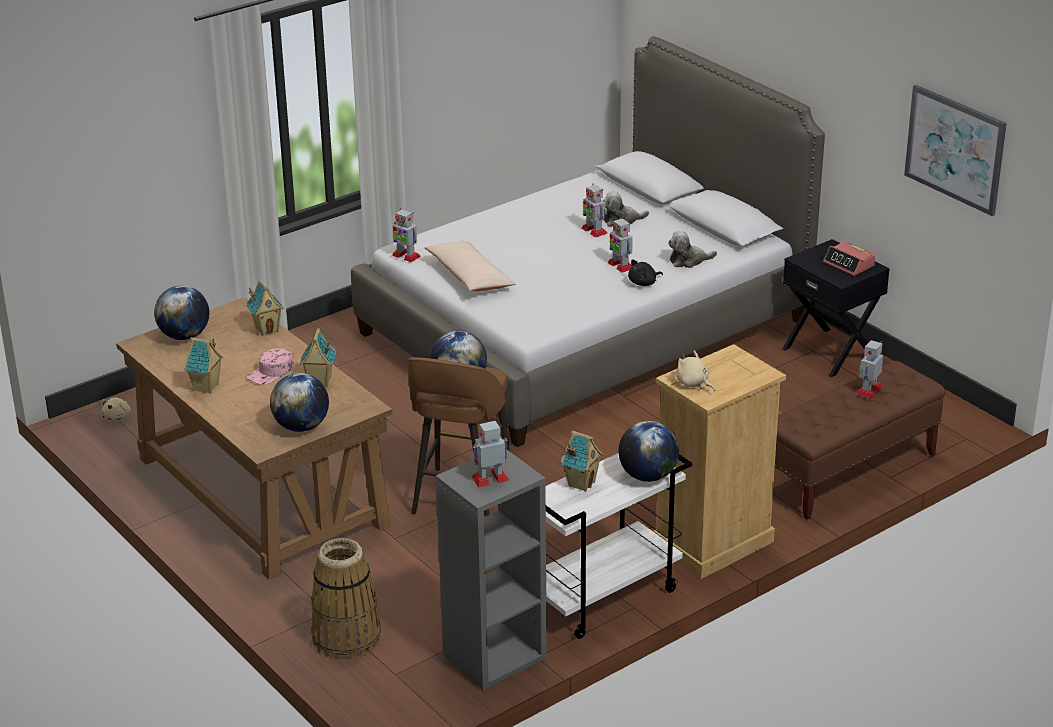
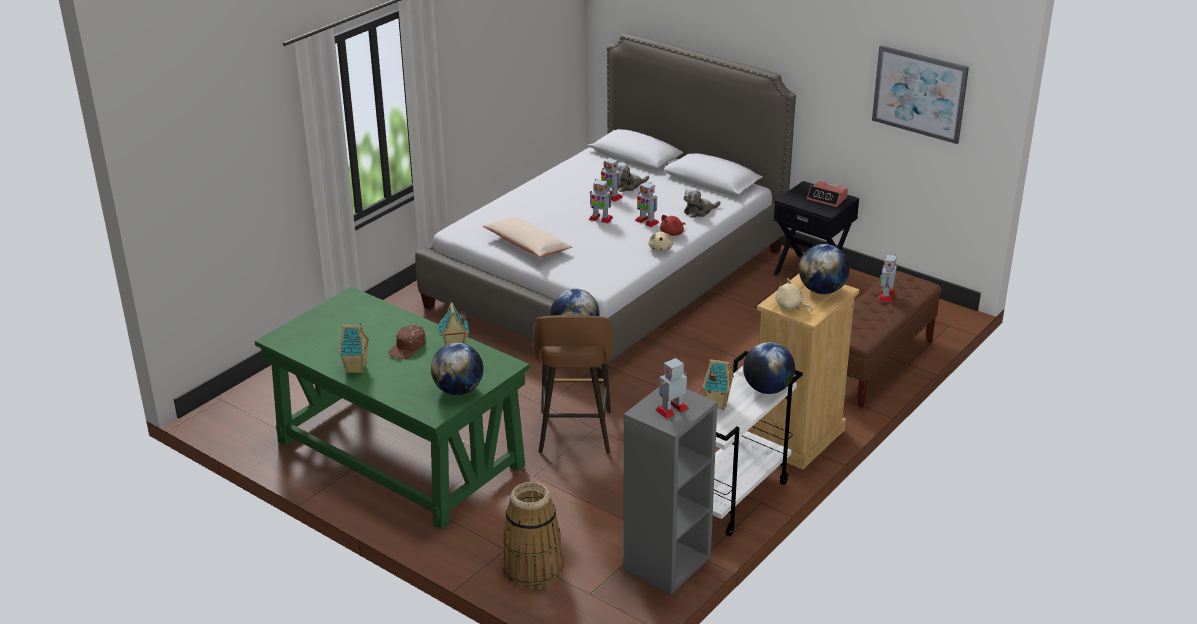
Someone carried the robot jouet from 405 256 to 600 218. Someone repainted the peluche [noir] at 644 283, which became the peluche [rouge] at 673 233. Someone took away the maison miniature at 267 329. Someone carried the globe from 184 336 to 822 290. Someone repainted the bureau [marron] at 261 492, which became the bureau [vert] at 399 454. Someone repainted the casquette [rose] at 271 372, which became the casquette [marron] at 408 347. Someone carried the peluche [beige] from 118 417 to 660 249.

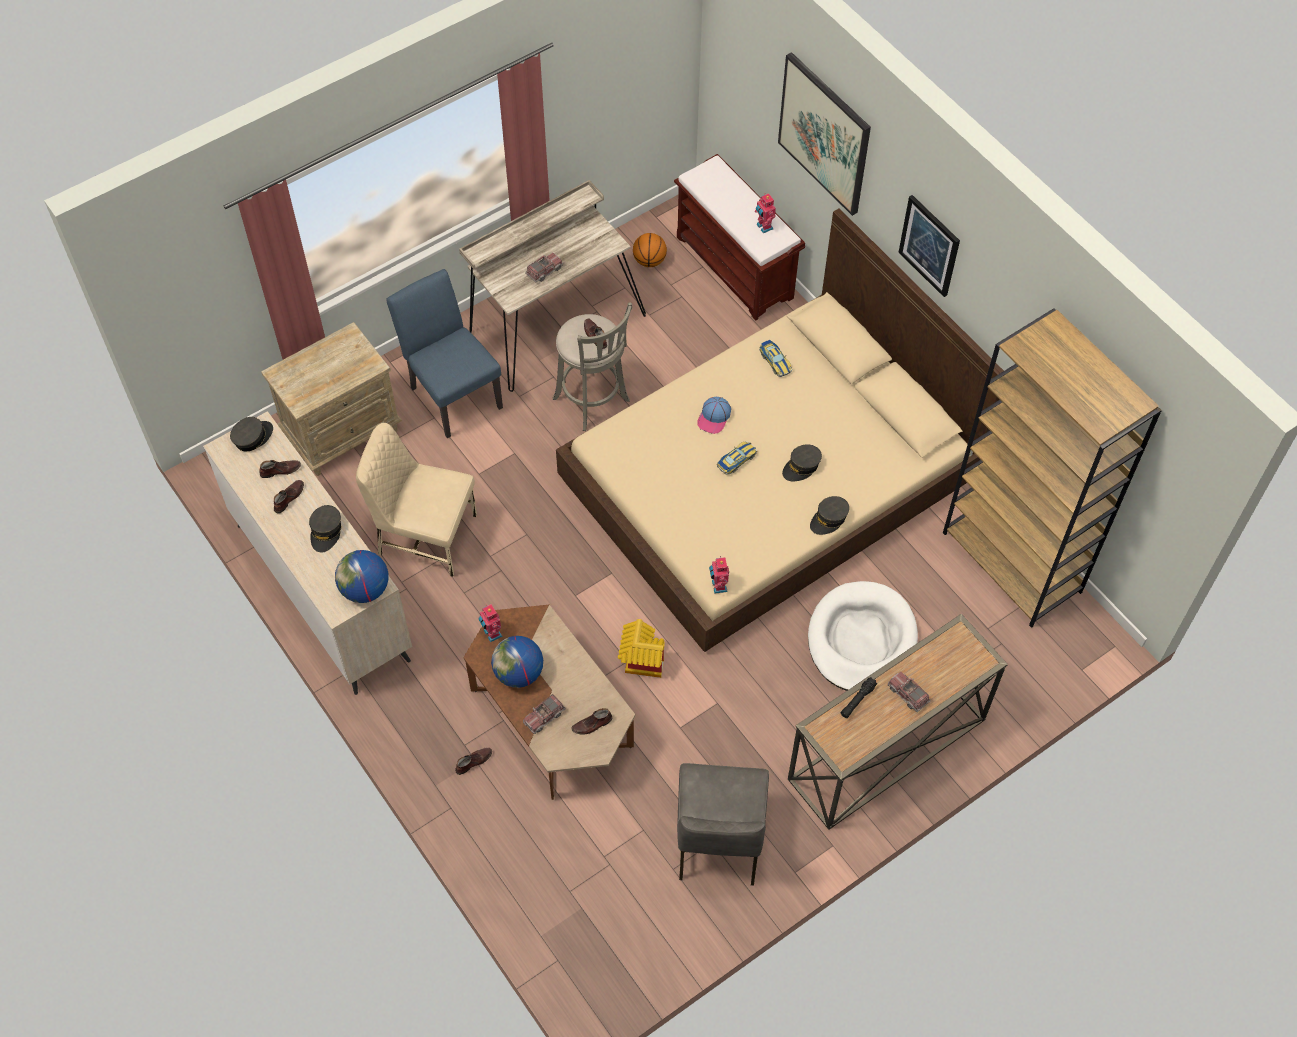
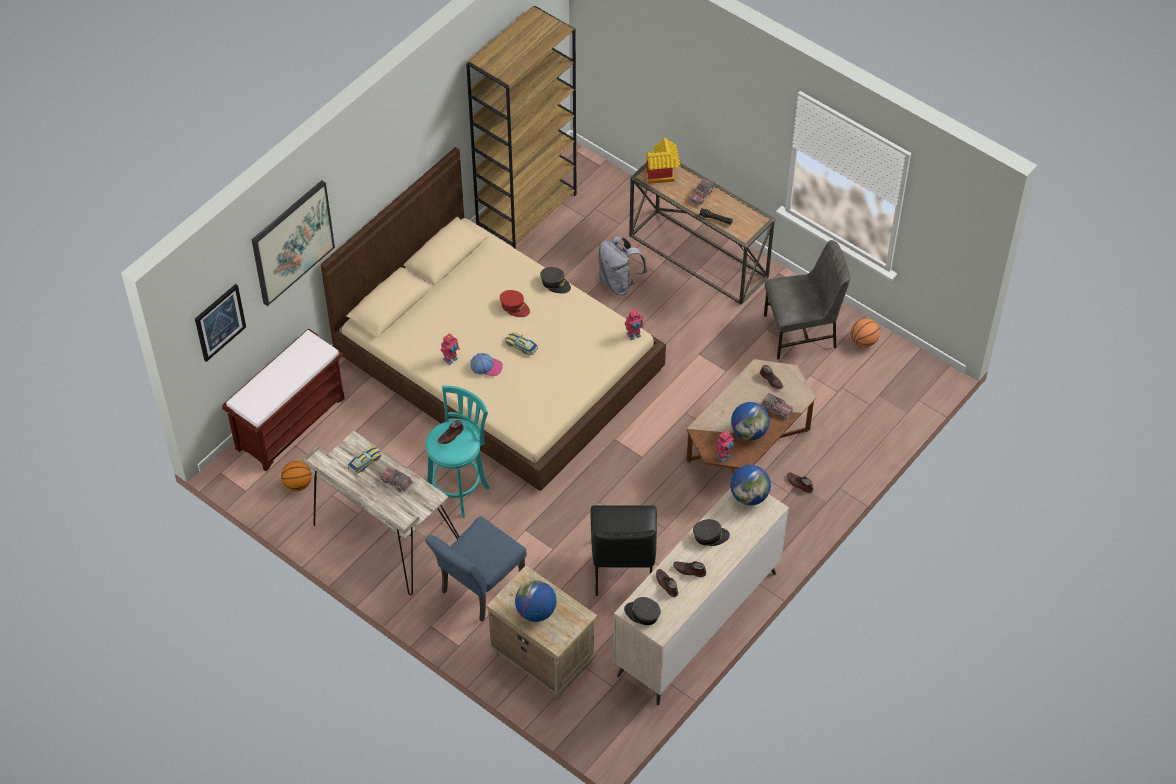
Someone carried the robot jouet from 763 227 to 451 359. Someone carried the tableau from 929 245 to 219 322. Someone repainted the tabouret [gris] at 593 402, which became the tabouret [turquoise] at 459 488. Someone carried the petite voiture from 775 361 to 365 462. Someone repainted the chaise [beige] at 425 535, which became the chaise [noir] at 622 568. Someone repainted the casquette [gris] at 801 467, which became the casquette [rouge] at 514 307. Someone swapped the panier pour chien [blanc] at 861 640 for the sac à dos [gris] at 619 283. Someone carried the maison miniature from 639 661 to 662 175. Someone put down the ballon de basket at 863 341. Someone put down the globe at 535 611.

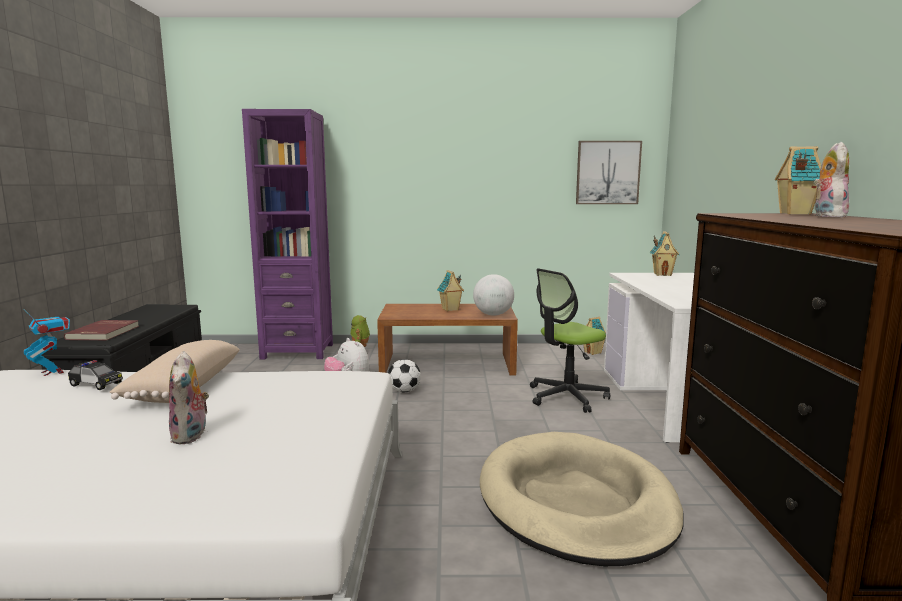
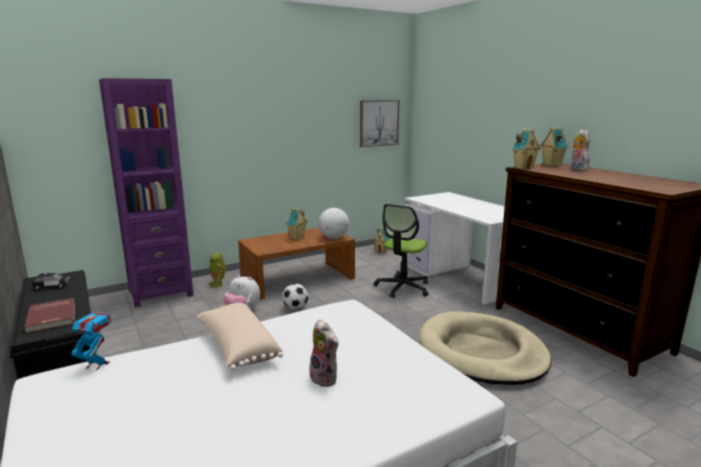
Someone carried the maison miniature from 662 274 to 523 167. Someone carried the petite voiture from 96 384 to 51 286.

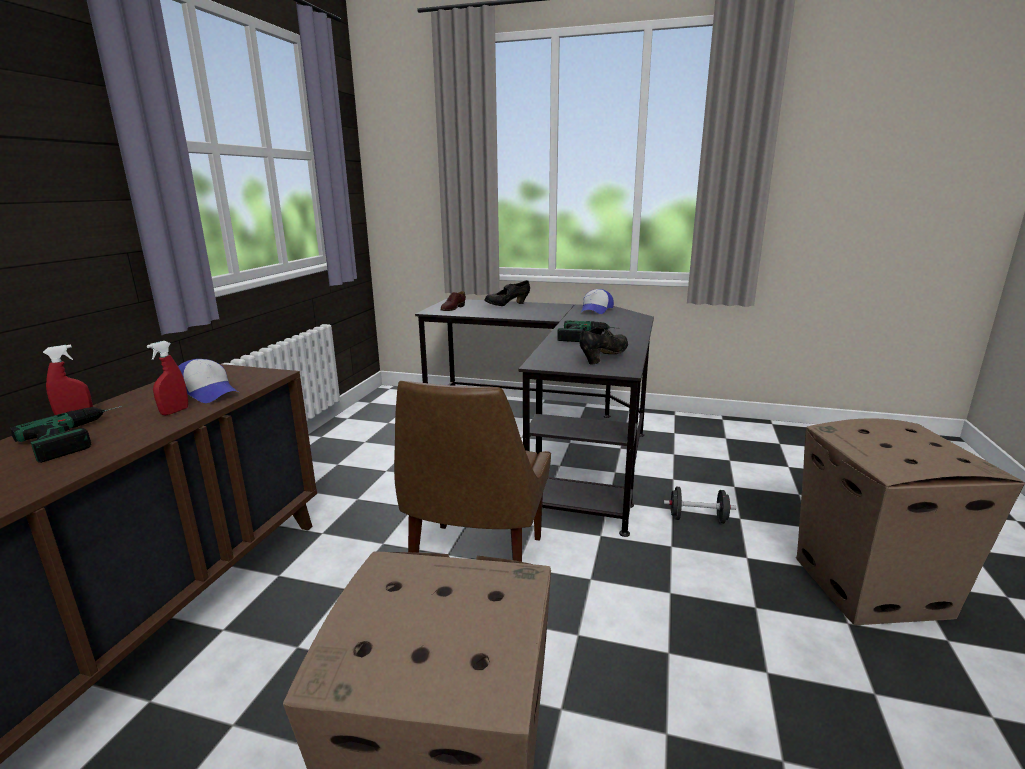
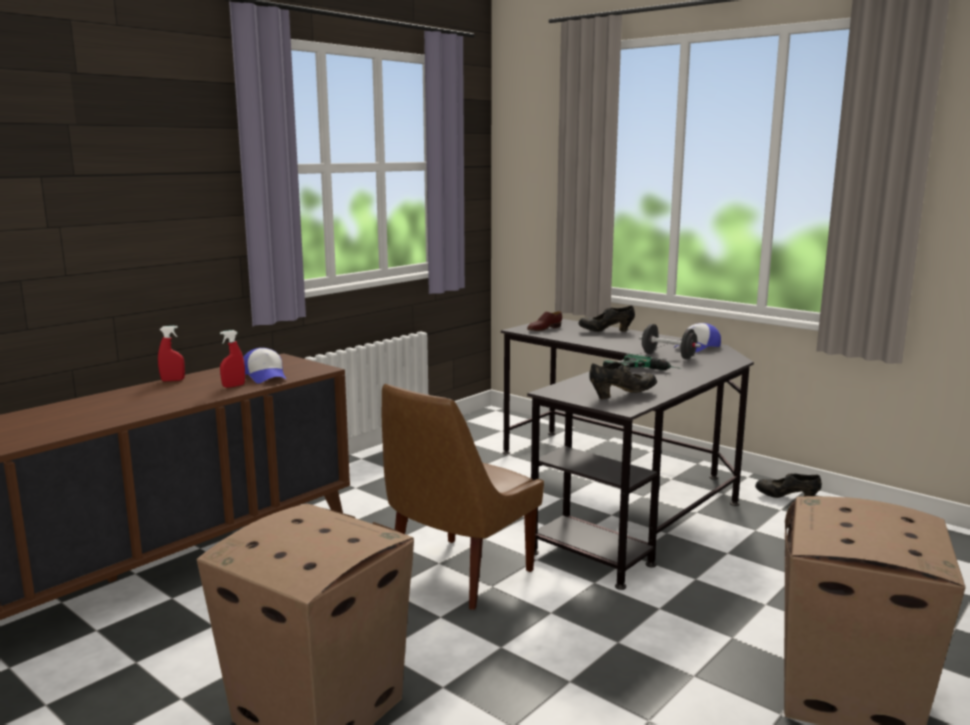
Someone took away the perceuse at 82 435. Someone carried the haltère [noir] from 697 519 to 668 356. Someone put down the chaussure [noir] at 786 498.

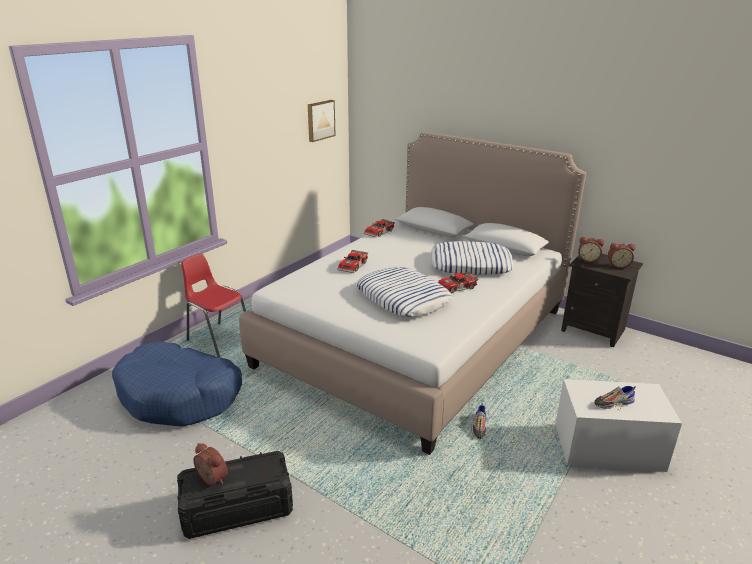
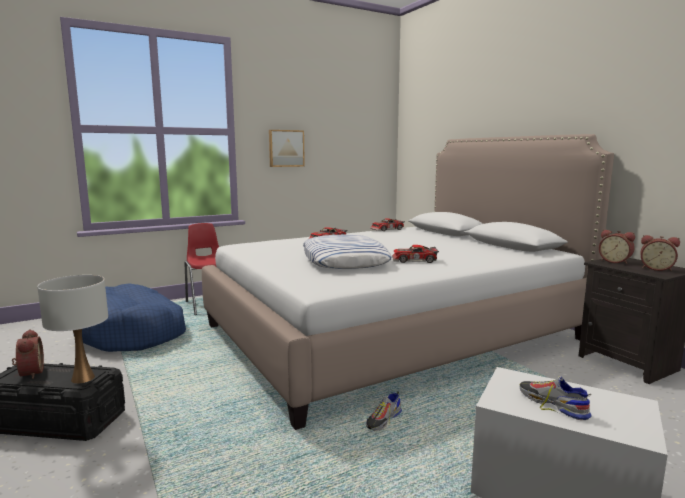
Someone carried the tableau from 320 120 to 286 148. Someone took away the coussin at 471 264. Someone rotated the chaussure at 613 403 by 45 degrees clockwise. Someone put down the lampe de table [blanc] at 83 378.

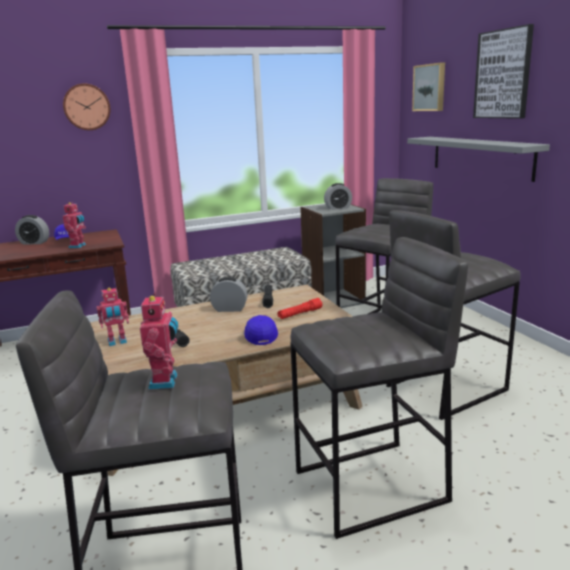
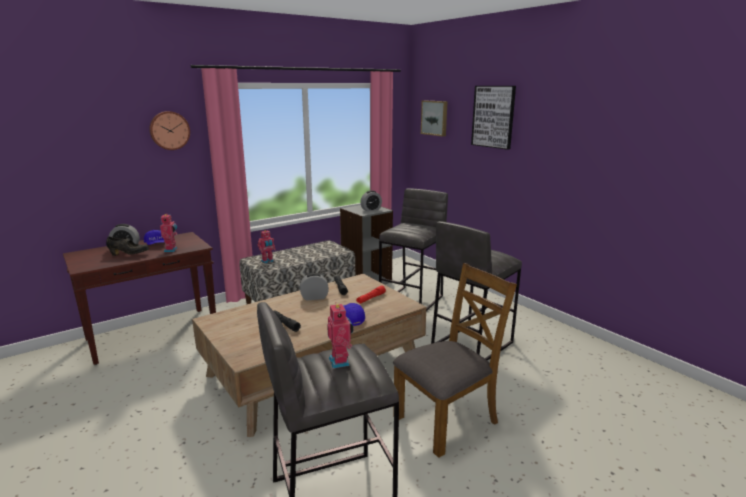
Someone took away the étagère [gris] at 480 157. Someone swapped the tabouret [gris] at 372 486 for the chaise [marron] at 447 419. Someone carried the robot jouet from 117 342 to 267 261. Someone put down the chaussure [noir] at 129 255.

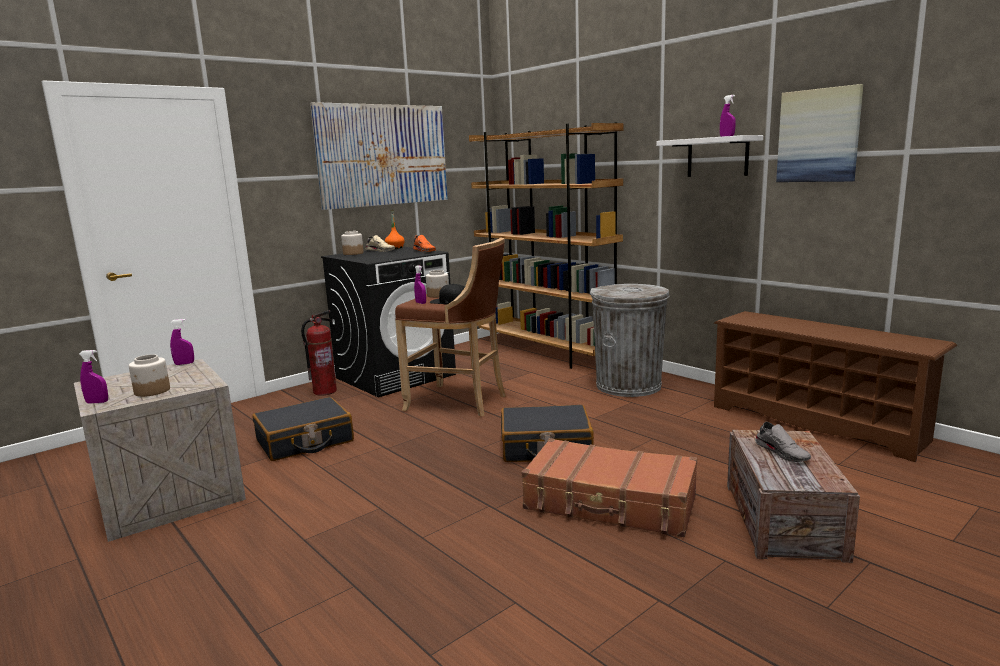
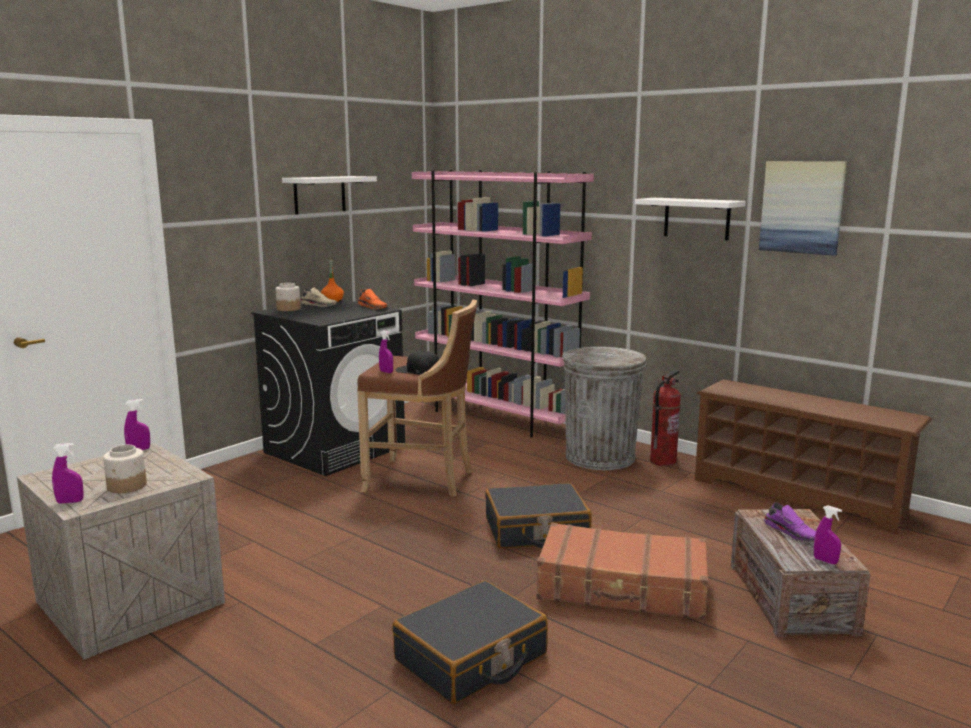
Someone carried the vaporisateur [violet] from 727 136 to 825 561. Someone swapped the tableau at 383 155 for the étagère [blanc] at 319 194. Someone repainted the bibliothèque [marron] at 546 352, which became the bibliothèque [rose] at 497 417. Someone took away the bocal at 438 295. Someone carried the extincteur from 325 391 to 663 461. Someone carried the valise [noir] from 305 441 to 471 658. Someone repainted the chaussure [gris] at 783 452, which became the chaussure [violet] at 792 532.

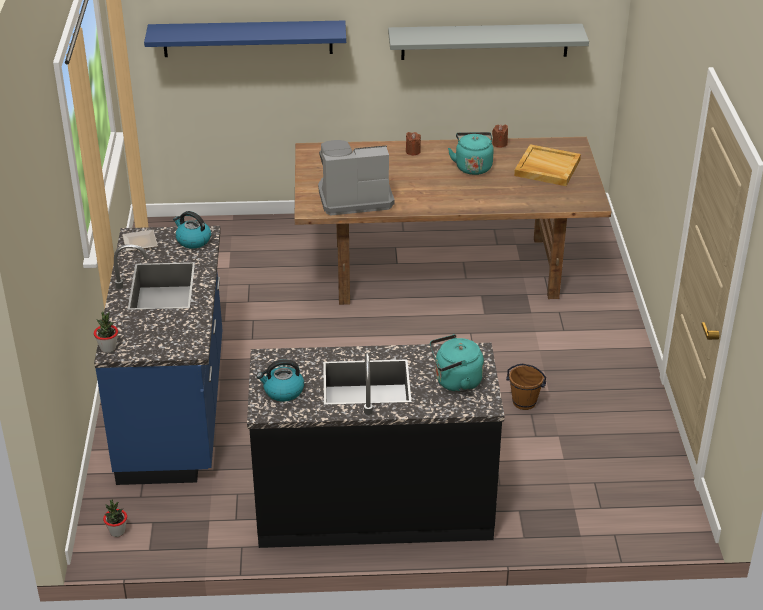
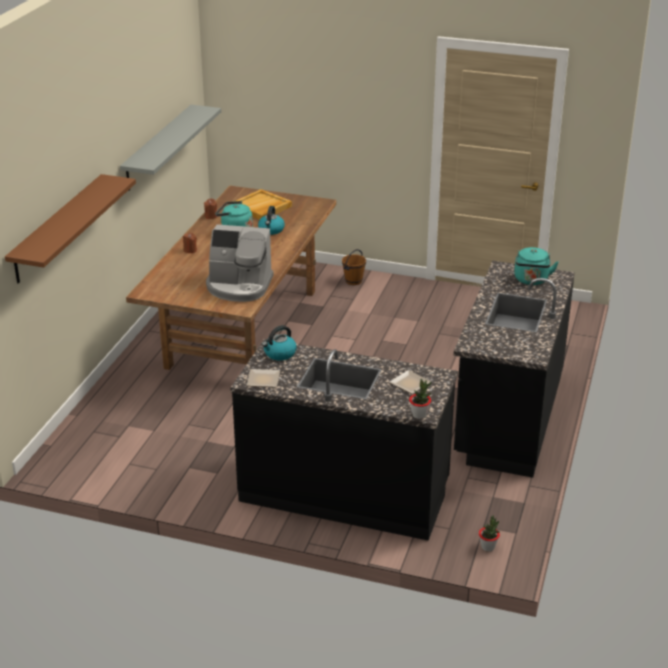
Someone repainted the étagère [bleu] at 247 38, which became the étagère [marron] at 58 228. Someone rotated the machine à café at 354 197 by 90 degrees counterclockwise. Someone repainted the comptoir de cuisine [bleu] at 175 409, which became the comptoir de cuisine [noir] at 344 493. Someone carried the bouilloire from 283 391 to 271 230. Someone carried the seau [marron] from 524 402 to 353 281. Someone put down the assiette at 410 385.

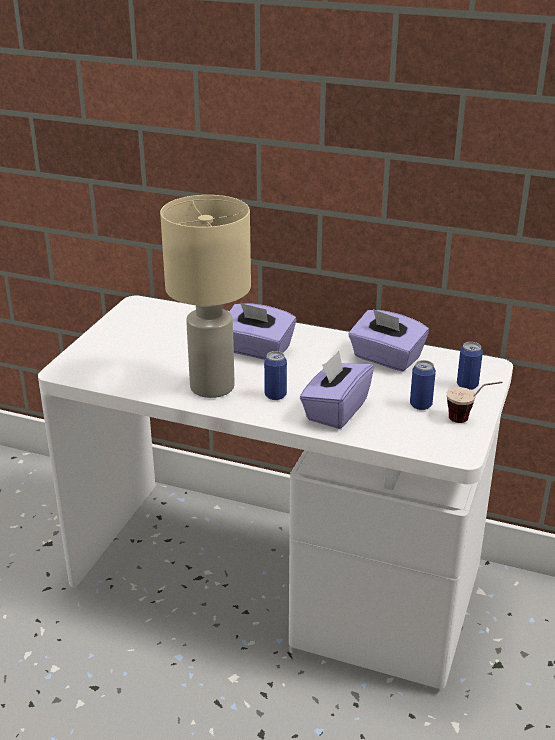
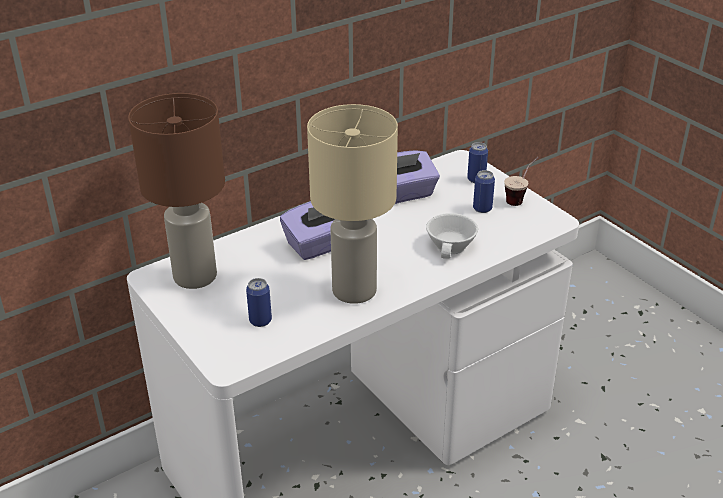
Someone carried the boîte métallique from 275 395 to 260 321. Someone swapped the boîte à mouchoirs [violet] at 335 410 for the tasse [blanc] at 452 247. Someone put down the lampe de table [marron] at 196 276.

